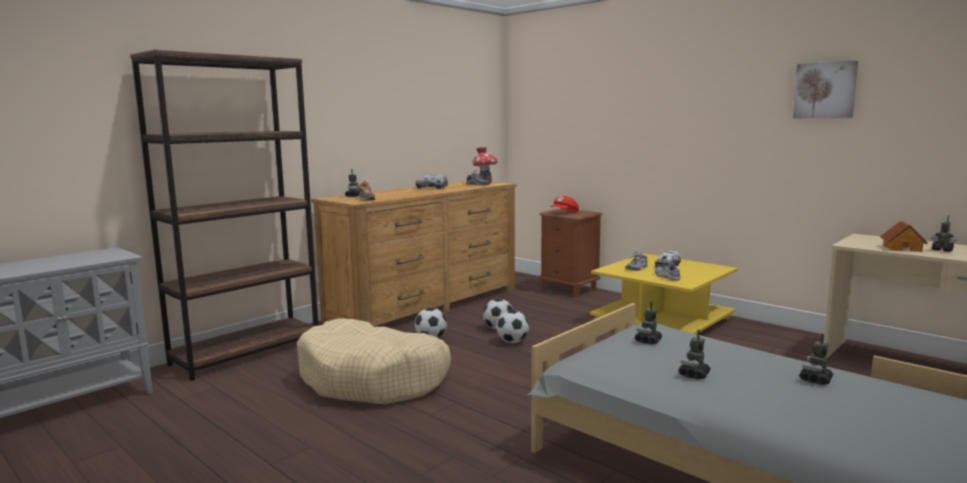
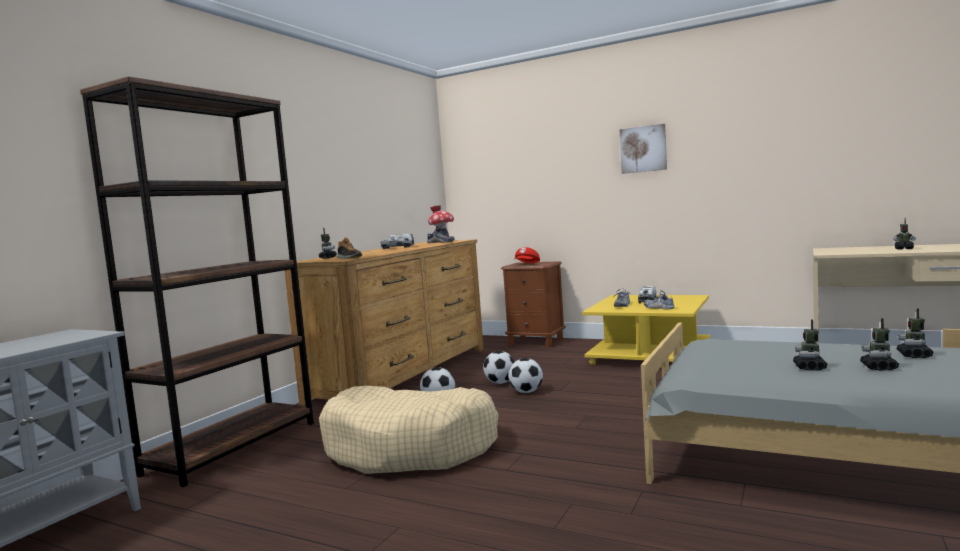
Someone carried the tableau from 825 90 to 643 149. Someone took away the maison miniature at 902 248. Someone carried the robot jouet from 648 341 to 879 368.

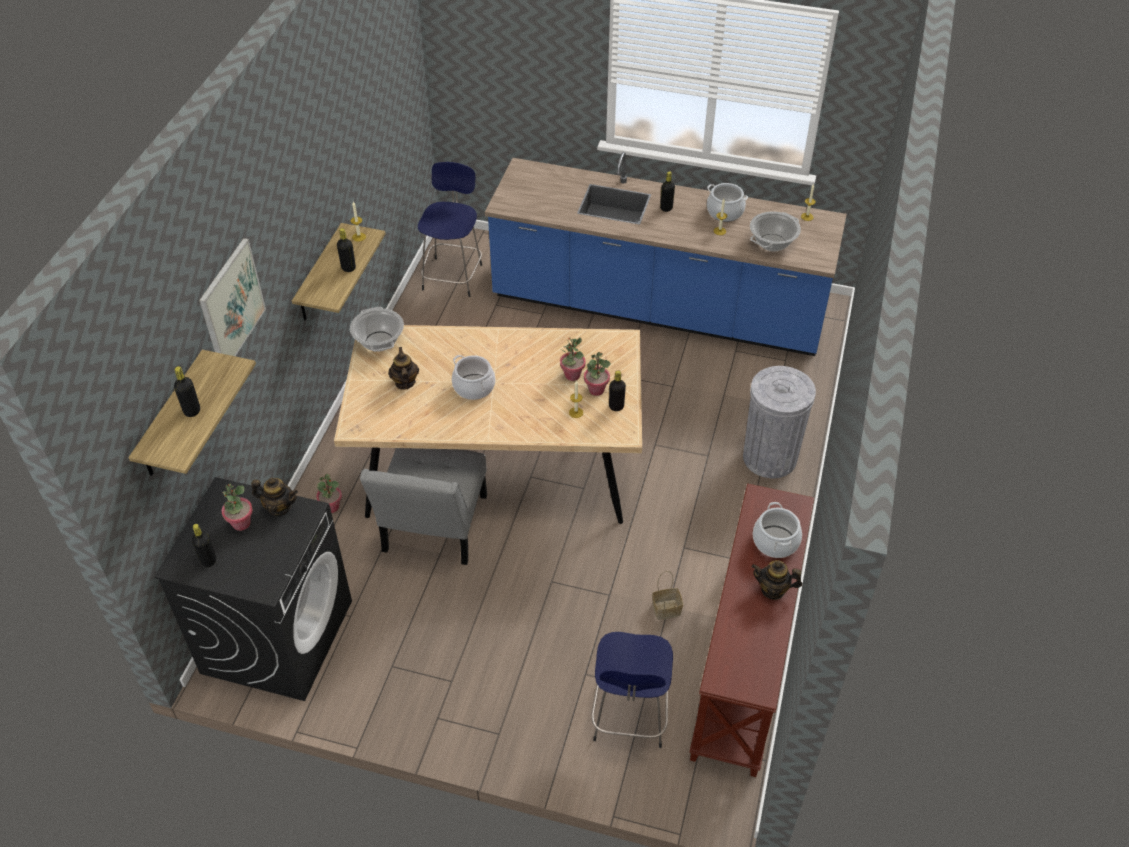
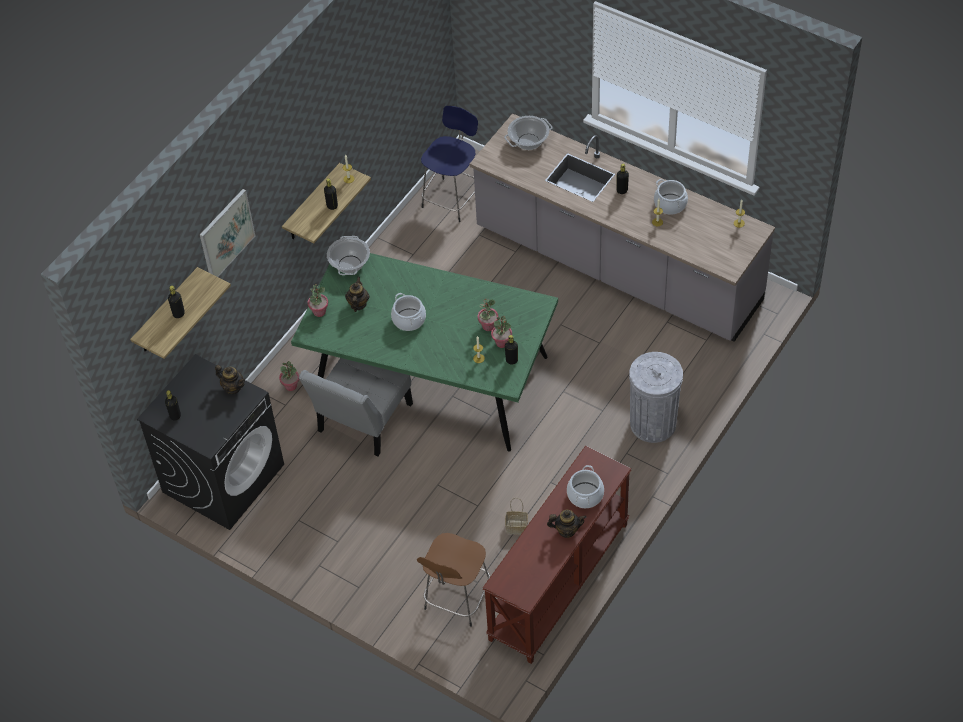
Someone repainted the comptoir de cuisine [bleu] at 658 307, which became the comptoir de cuisine [gris] at 617 266. Someone carried the marmite from 772 243 to 528 142. Someone repainted the table à manger [beige] at 497 463, which became the table à manger [vert] at 430 378. Someone carried the plante en pot from 241 523 to 319 312. Someone rotated the théière at 773 590 by 150 degrees clockwise. Someone repainted the tabouret [bleu] at 629 717, which became the tabouret [marron] at 456 599.

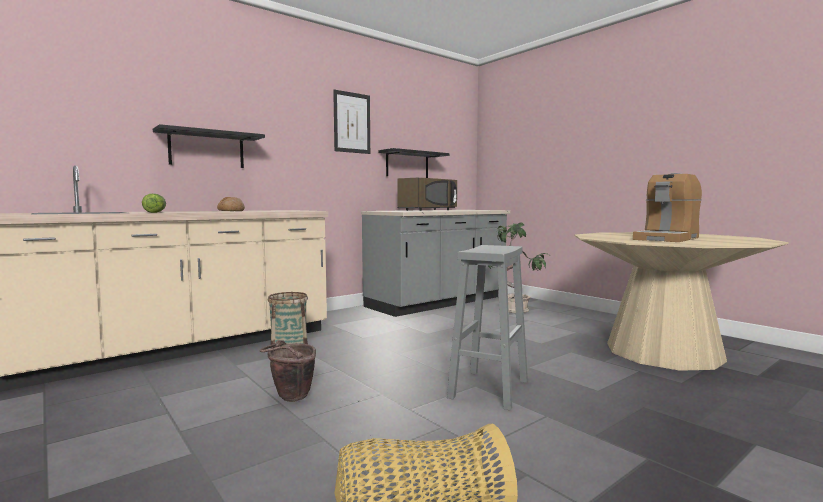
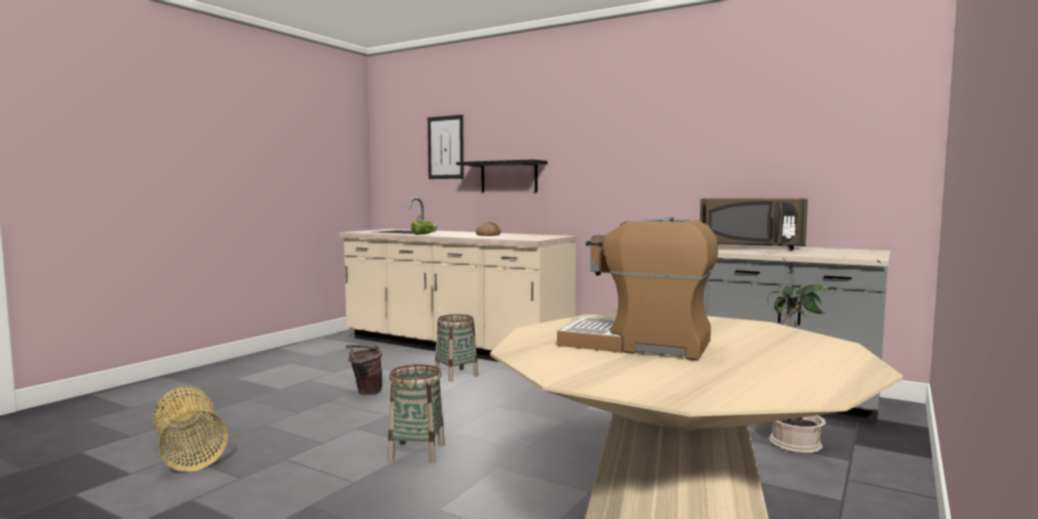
Someone carried the tableau from 352 122 to 445 147. Someone took away the étagère [noir] at 407 164. Someone swapped the tabouret [gris] at 489 388 for the panier at 417 452.

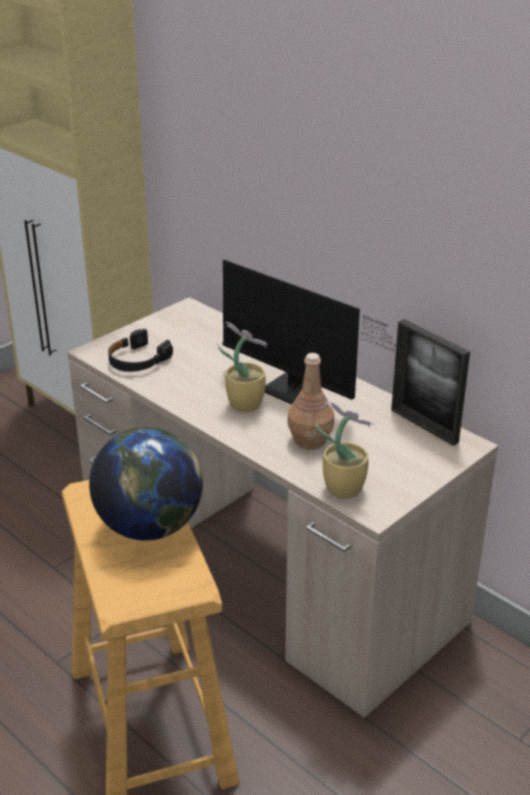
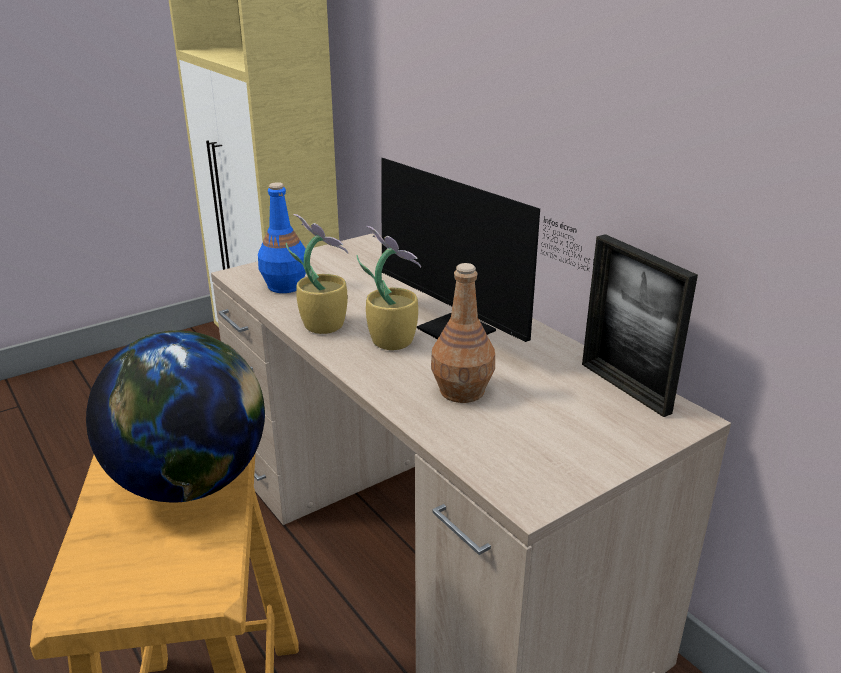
Someone swapped the casque audio [noir] at 137 360 for the bouteille [bleu] at 284 286. Someone carried the plante en pot from 342 487 to 323 325.

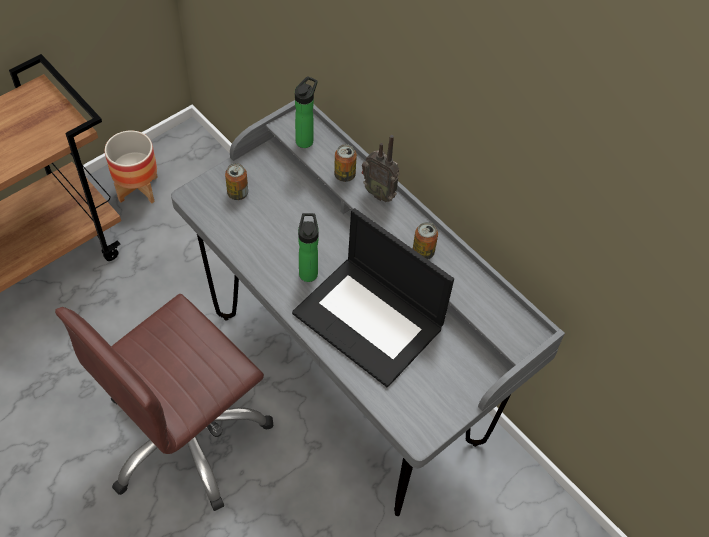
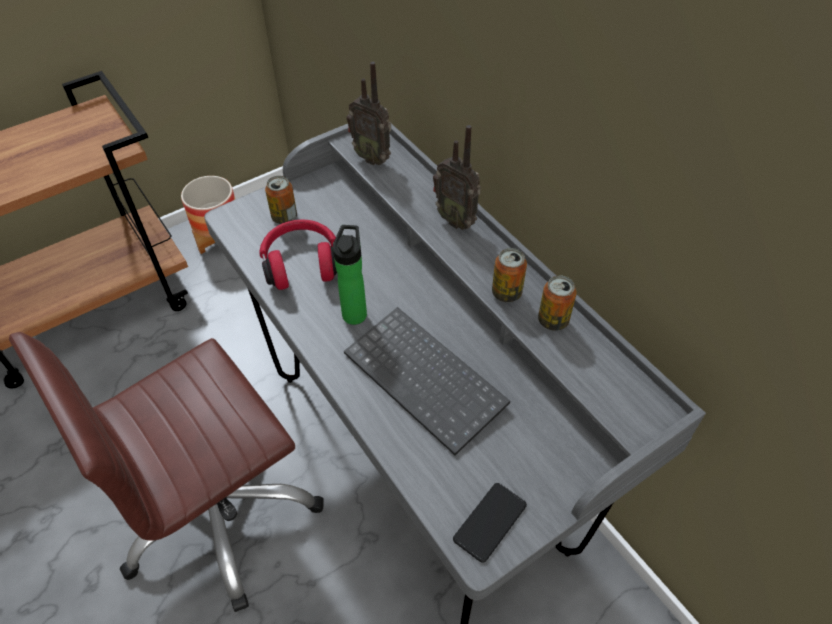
Someone swapped the bouteille at 306 139 for the radio at 373 157. Someone carried the boîte métallique from 344 175 to 553 320. Someone swapped the ordinateur portable at 370 320 for the clavier at 428 379. Someone put down the casque audio [rouge] at 301 263. Someone put down the téléphone at 490 522.

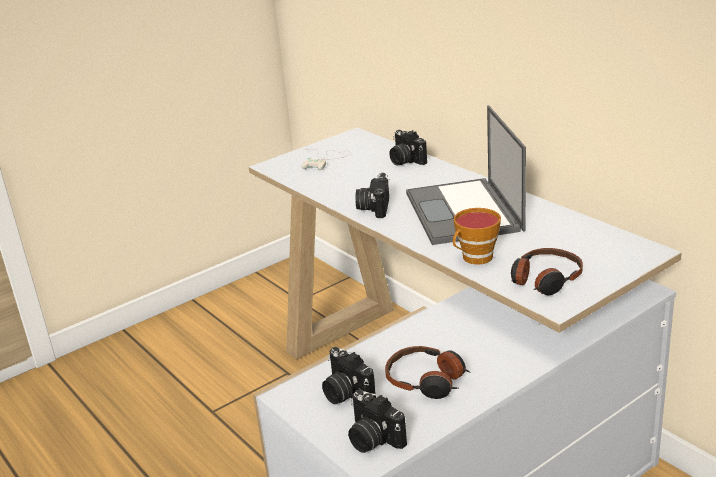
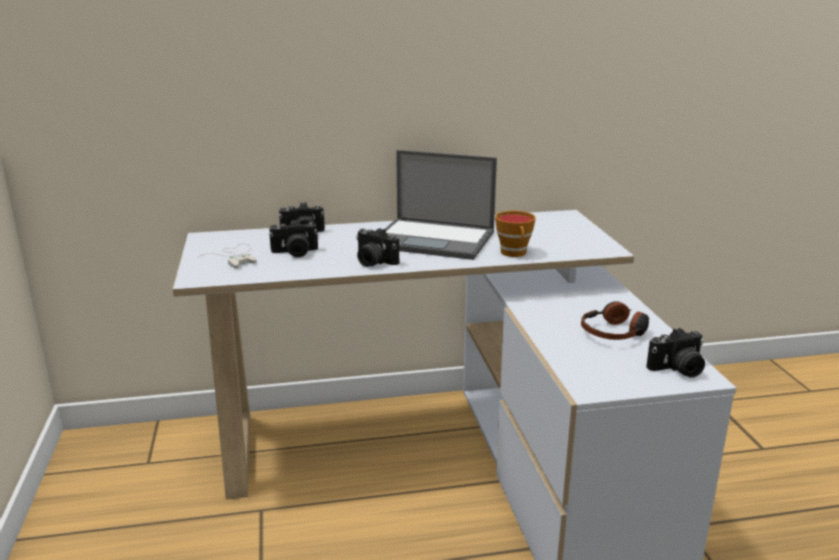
Someone took away the casque audio at 545 280. Someone carried the appareil photo from 345 393 to 295 253.

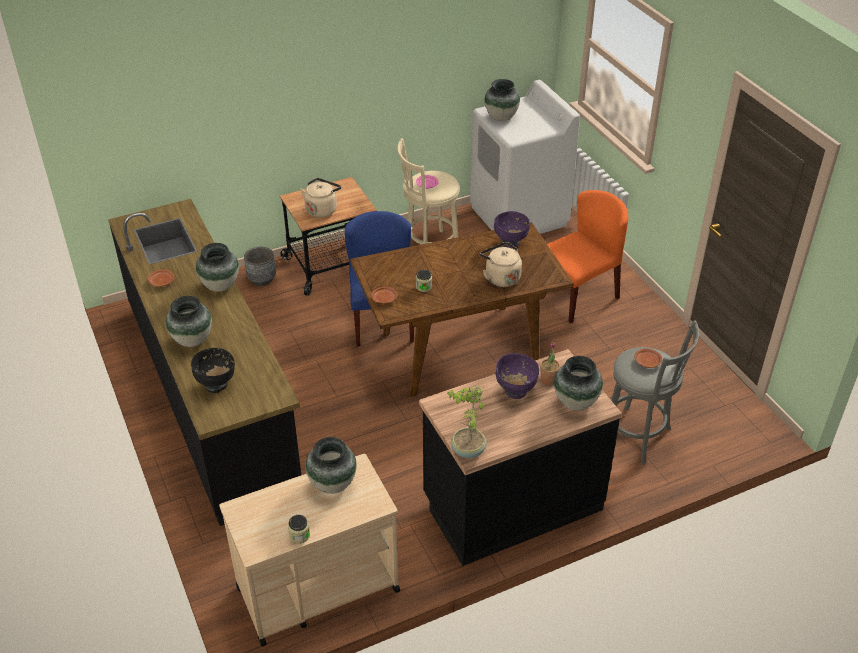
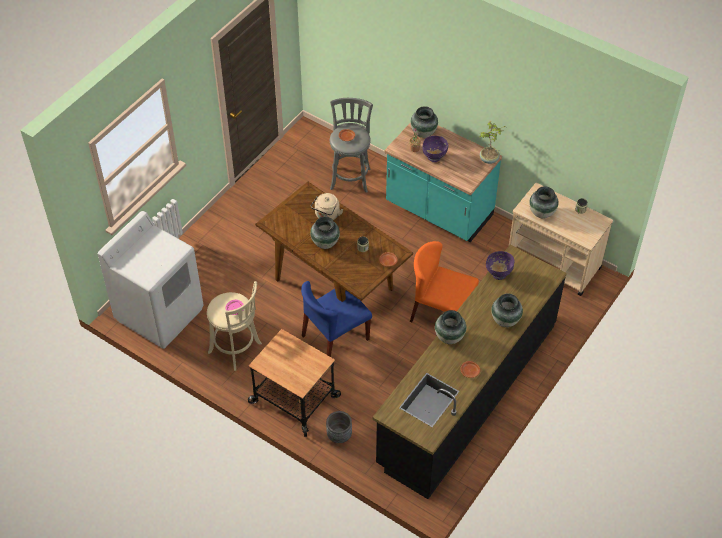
Someone carried the vase from 501 117 to 325 243. Someone took away the bouilloire [beige] at 322 209. Someone carried the chaise [orange] from 577 296 to 441 313. Someone carried the bol [violet] from 510 243 to 498 274. Someone took away the bol [noir] at 216 385. Someone repainted the comptoir de cuisine [noir] at 511 503, which became the comptoir de cuisine [turquoise] at 438 211.

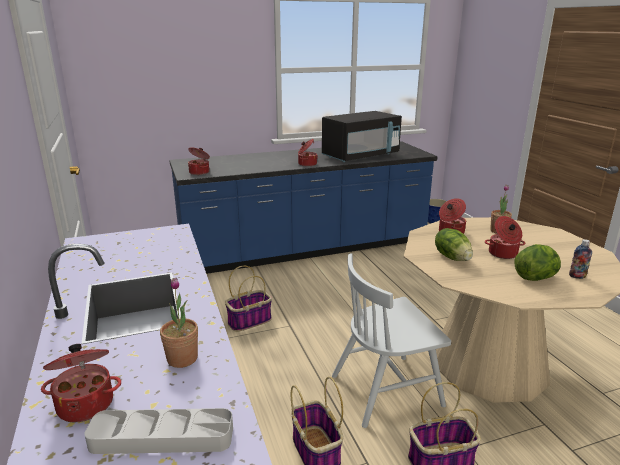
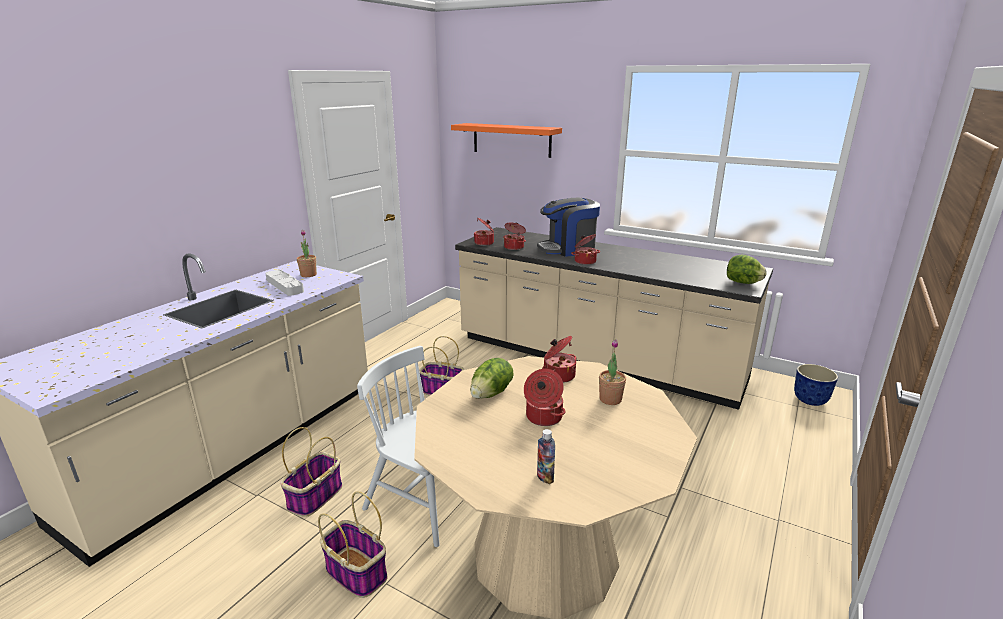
Someone took away the micro-ondes [noir] at 360 156. Someone repainted the comptoir de cuisine [bleu] at 305 249, which became the comptoir de cuisine [beige] at 596 359. Someone carried the laitue from 536 278 to 743 283. Someone carried the plante en pot from 182 358 to 308 275. Someone carried the marmite from 86 403 to 514 247. Someone carried the plateau [gris] from 162 437 to 284 285. Someone put up the étagère [orange] at 511 140. Someone put down the machine à café at 568 249.

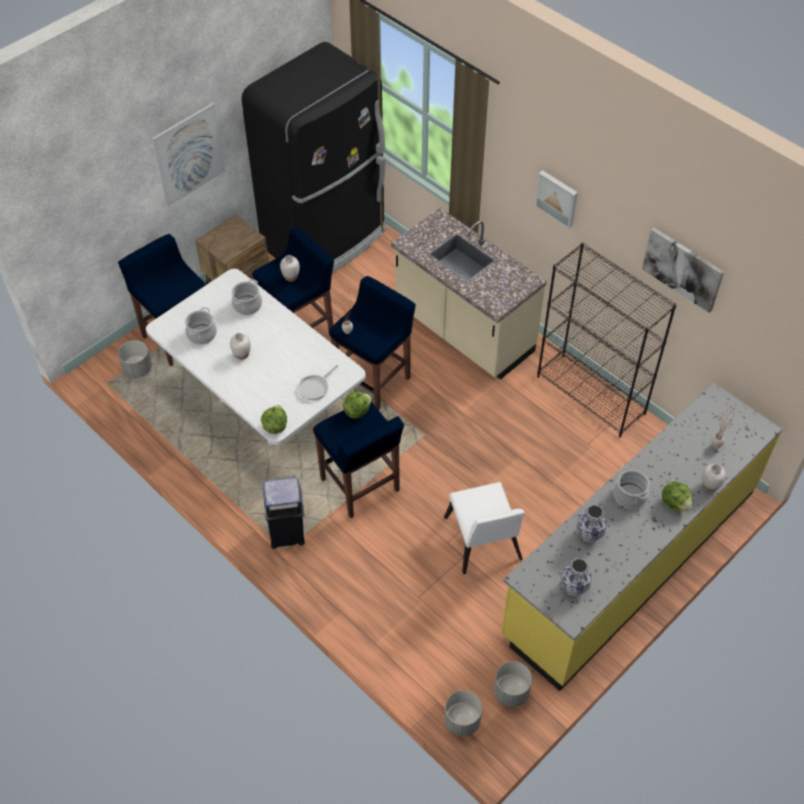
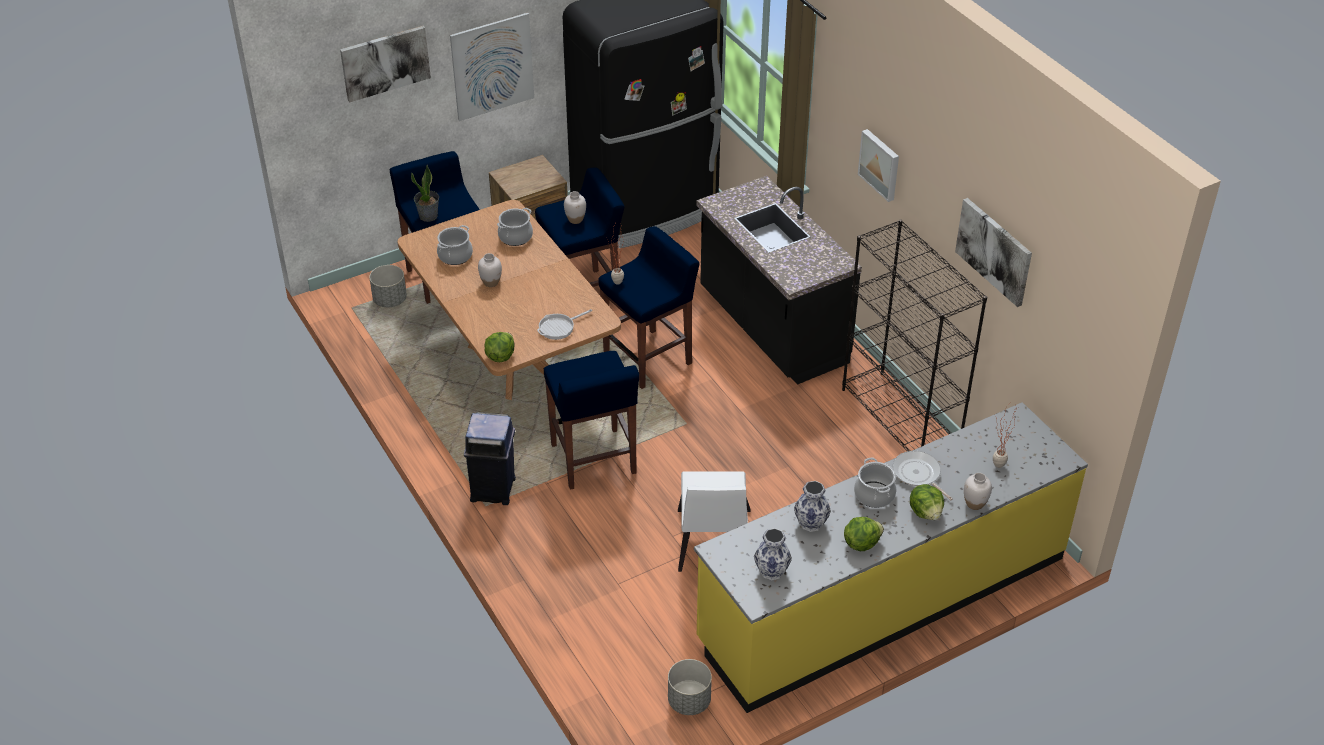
Someone repainted the comptoir de cuisine [beige] at 463 332, which became the comptoir de cuisine [noir] at 771 328. Someone repainted the table à manger [blanc] at 263 408, which became the table à manger [marron] at 513 363. Someone carried the laitue from 357 411 to 861 543. Someone took away the cache-pot [gris] at 462 721. Someone put up the tableau at 385 62. Someone put down the plante en pot at 428 216. Someone put down the poêle at 918 474.

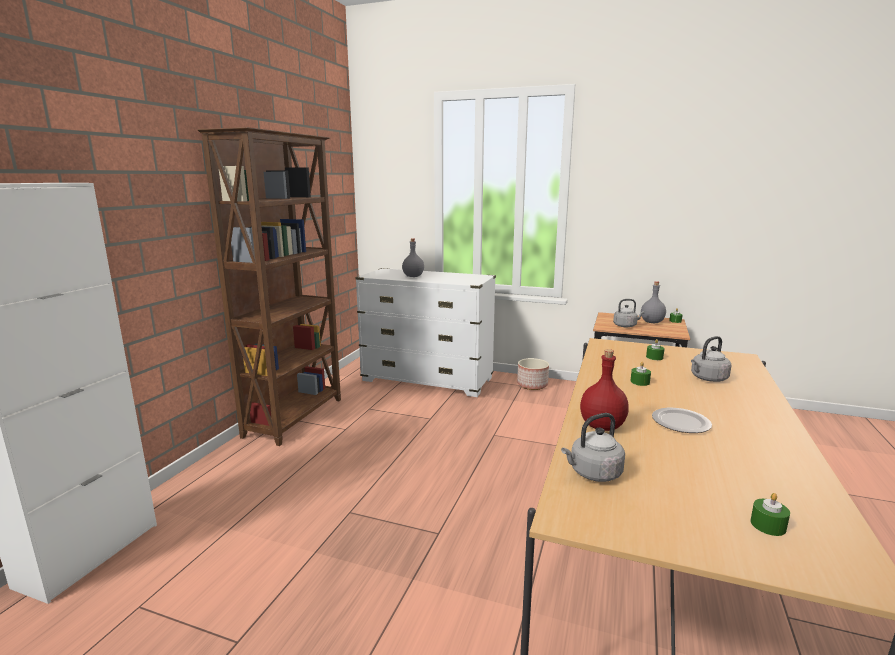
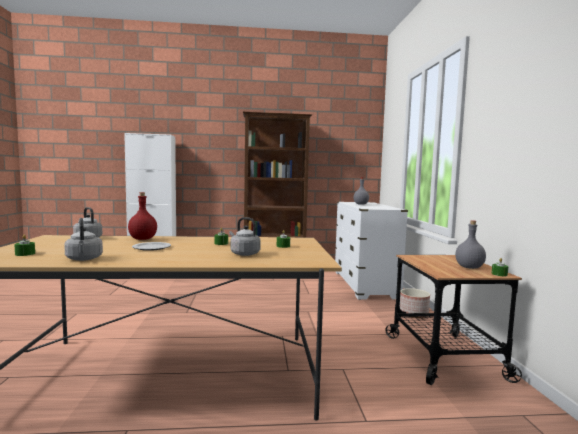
Someone carried the bouilloire [gris] from 626 326 to 84 259.

